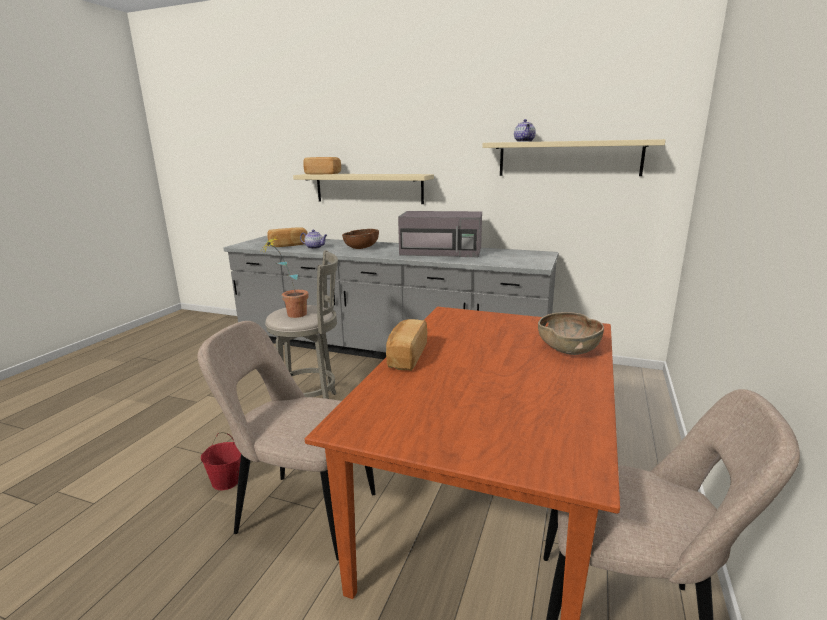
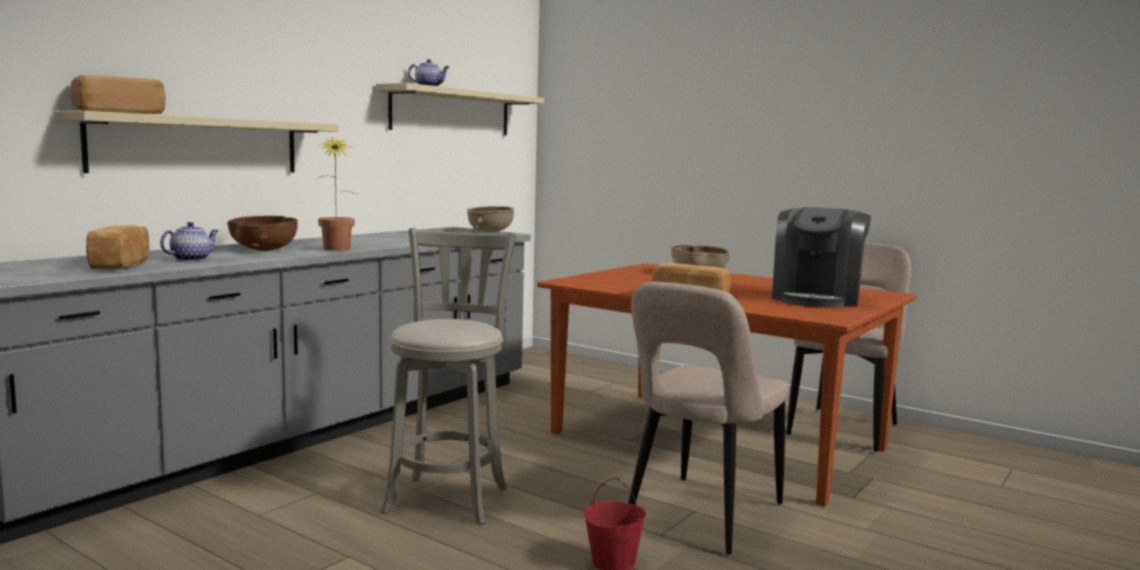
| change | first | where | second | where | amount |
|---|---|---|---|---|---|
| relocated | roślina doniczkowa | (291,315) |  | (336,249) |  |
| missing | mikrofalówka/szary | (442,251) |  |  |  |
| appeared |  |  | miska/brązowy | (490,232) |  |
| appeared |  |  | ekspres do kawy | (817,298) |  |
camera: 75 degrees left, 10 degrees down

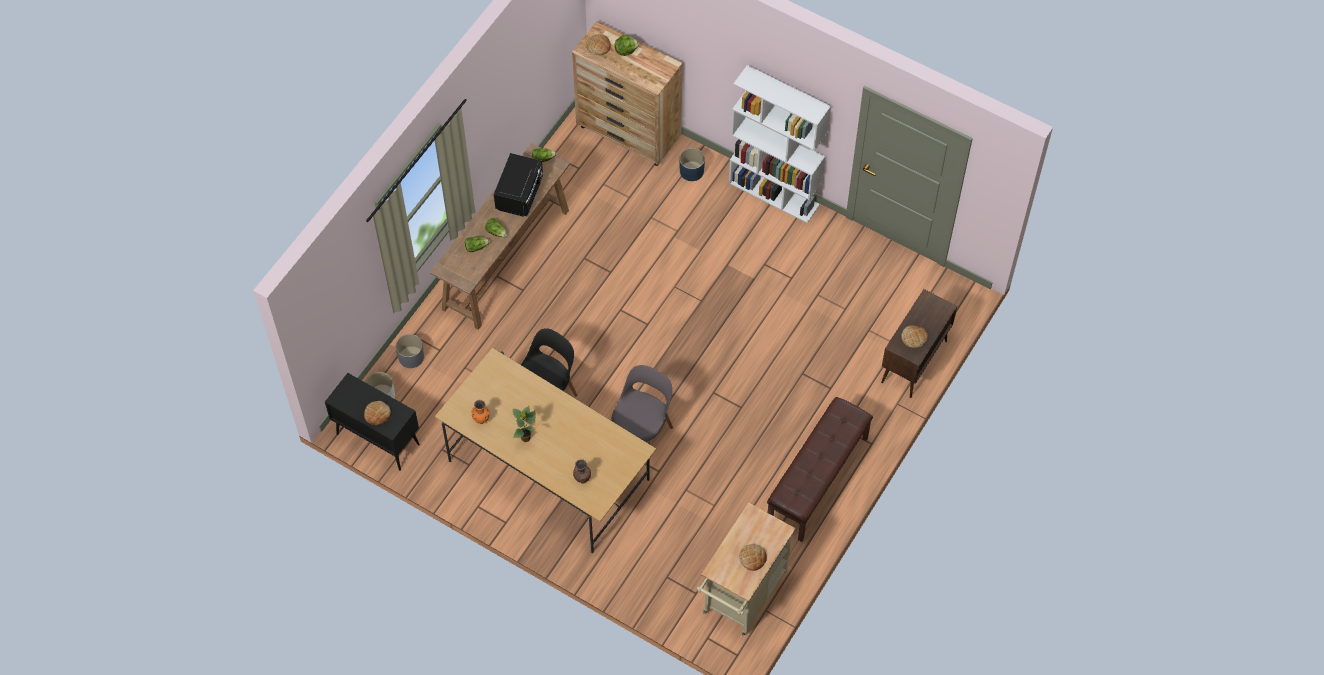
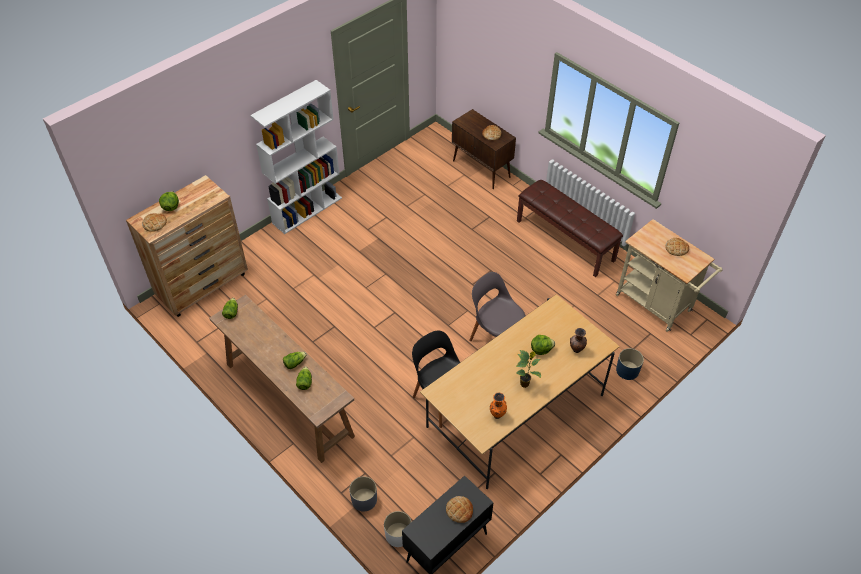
| change | first | where | second | where | amount |
|---|---|---|---|---|---|
| missing | mikrofalówka/czarny | (520,194) |  |  |  |
| relocated | donica/niebieski | (692,171) |  | (627,370) |  |
| appeared |  |  | sałata | (541,349) |  |
camera: 75 degrees left, 10 degrees down

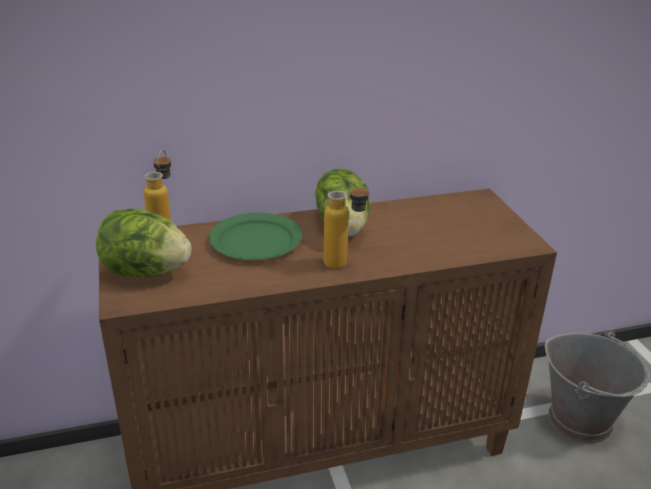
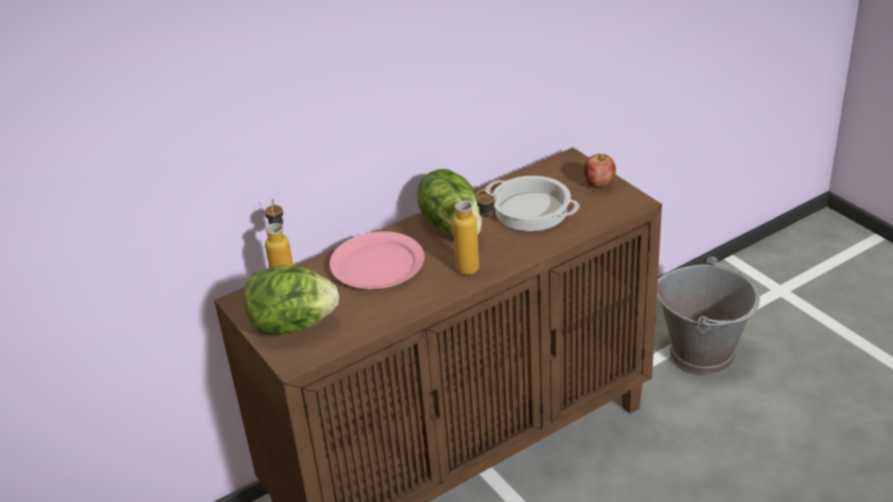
| change | first | where | second | where | amount |
|---|---|---|---|---|---|
| colour | talerz/zielony | (255,240) | talerz/różowy | (377,264) |  |
| appeared |  |  | garnek | (530,211) |  |
| appeared |  |  | jabłko | (599,184) |  |
camera: 15 degrees left, 5 degrees up

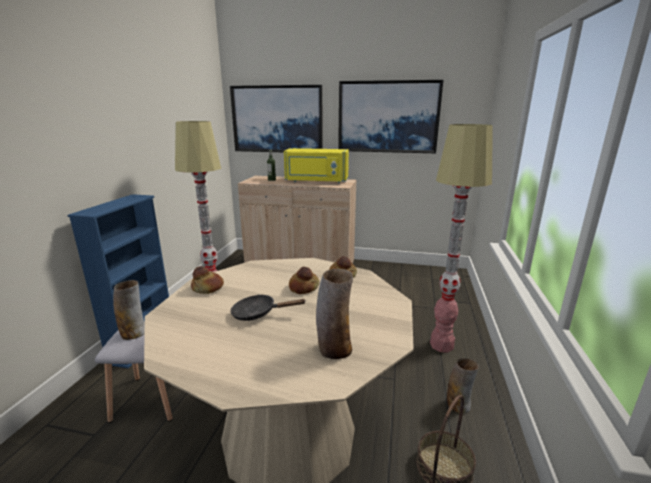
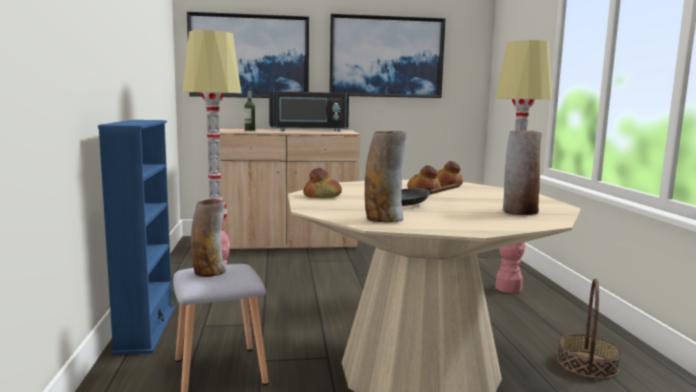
| change | first | where | second | where | amount |
|---|---|---|---|---|---|
| colour | mikrofalówka/żółty | (316,181) | mikrofalówka/czarny | (308,131) |  |
| relocated | wazon | (458,405) |  | (384,219) |  |
camera: 20 degrees left, 10 degrees down

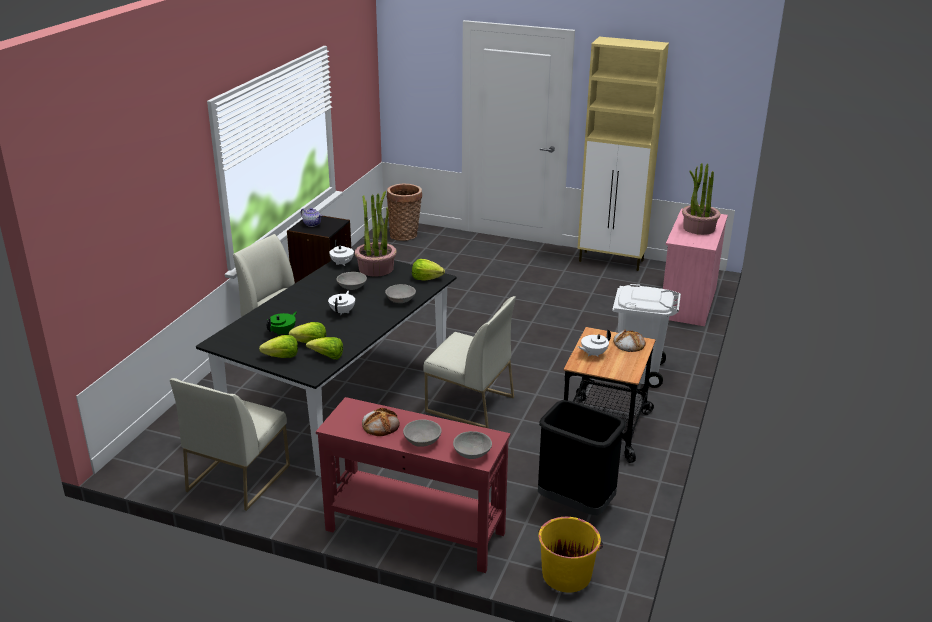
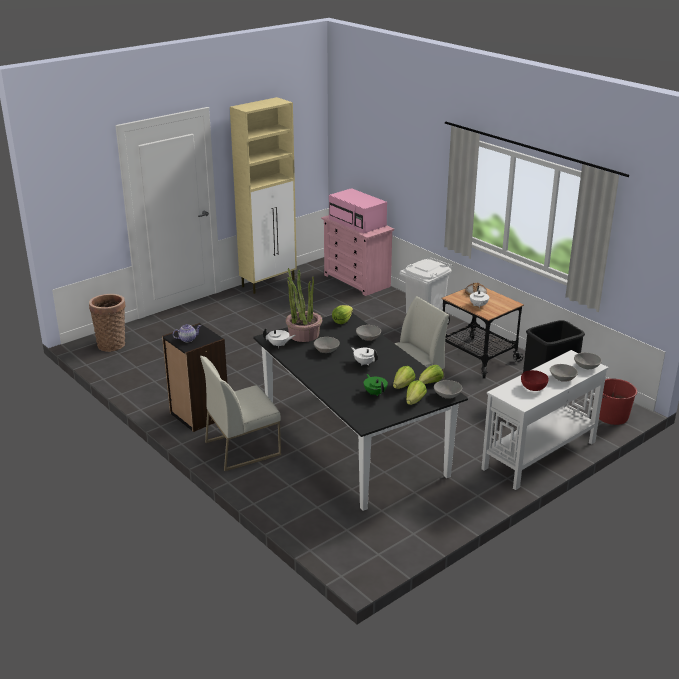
| change | first | where | second | where | amount |
|---|---|---|---|---|---|
| missing | krzesło/biały | (238,477) |  |  |  |
| colour | stolik konsolowy/czerwony | (414,531) | stolik konsolowy/biały | (538,455) |  |
| exchanged | chleb | (381,425) | miska/czerwony | (533,387) |  |
| colour | wiadro/żółty | (566,574) | wiadro/czerwony | (611,416) |  |
| exchanged | roślina doniczkowa | (698,228) | mikrofalówka/różowy | (358,222) |  |
| appeared |  |  | miska/szary | (447,395) |  |
camera: 60 degrees left, 0 degrees up

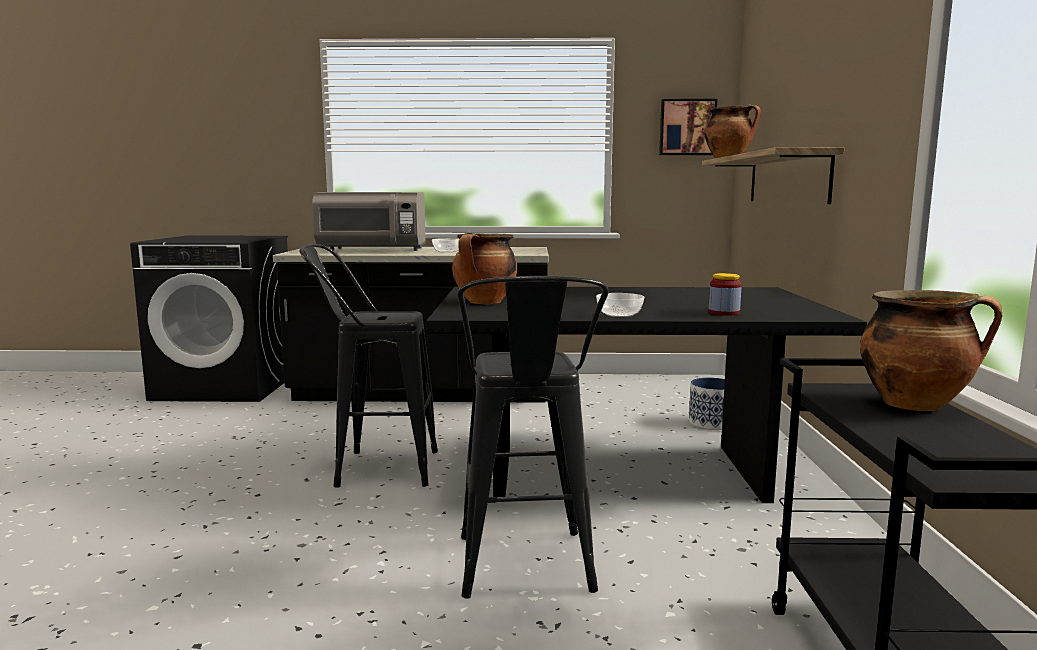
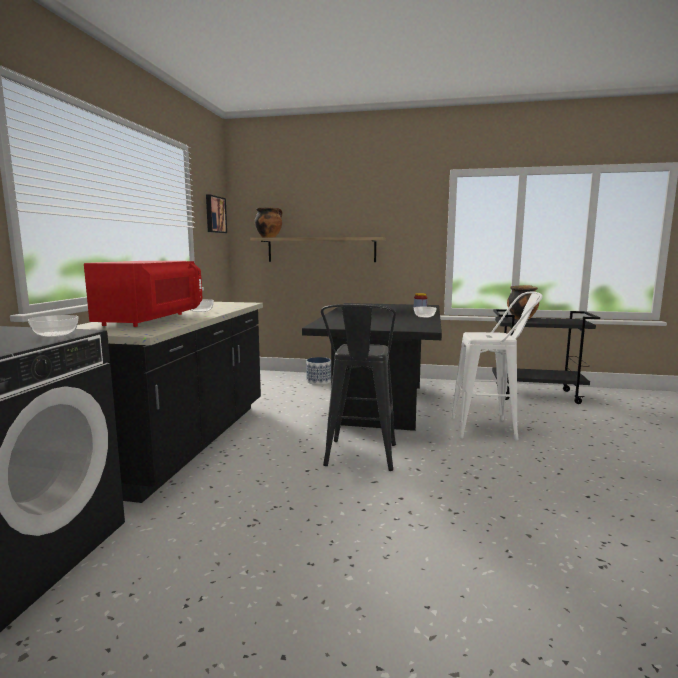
| change | first | where | second | where | amount |
|---|---|---|---|---|---|
| colour | mikrofalówka/szary | (372,250) | mikrofalówka/czerwony | (152,320) |  |
| missing | garnek | (484,303) |  |  |  |
| colour | stołek/czarny | (525,573) | stołek/biały | (491,429) |  |
| appeared |  |  | miska | (55,334) |  |
camera: 80 degrees left, 0 degrees up

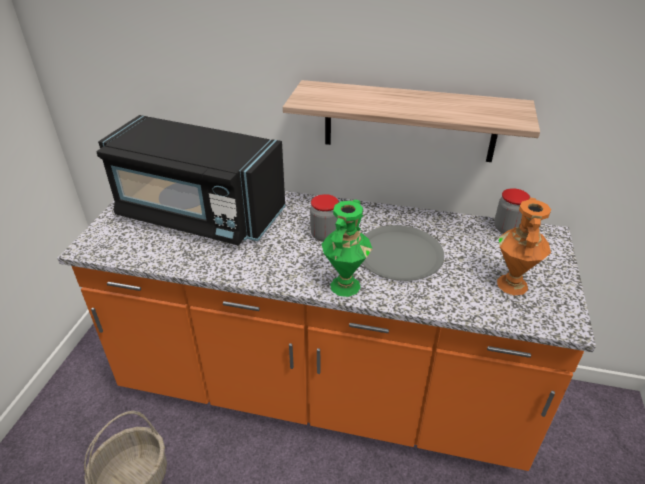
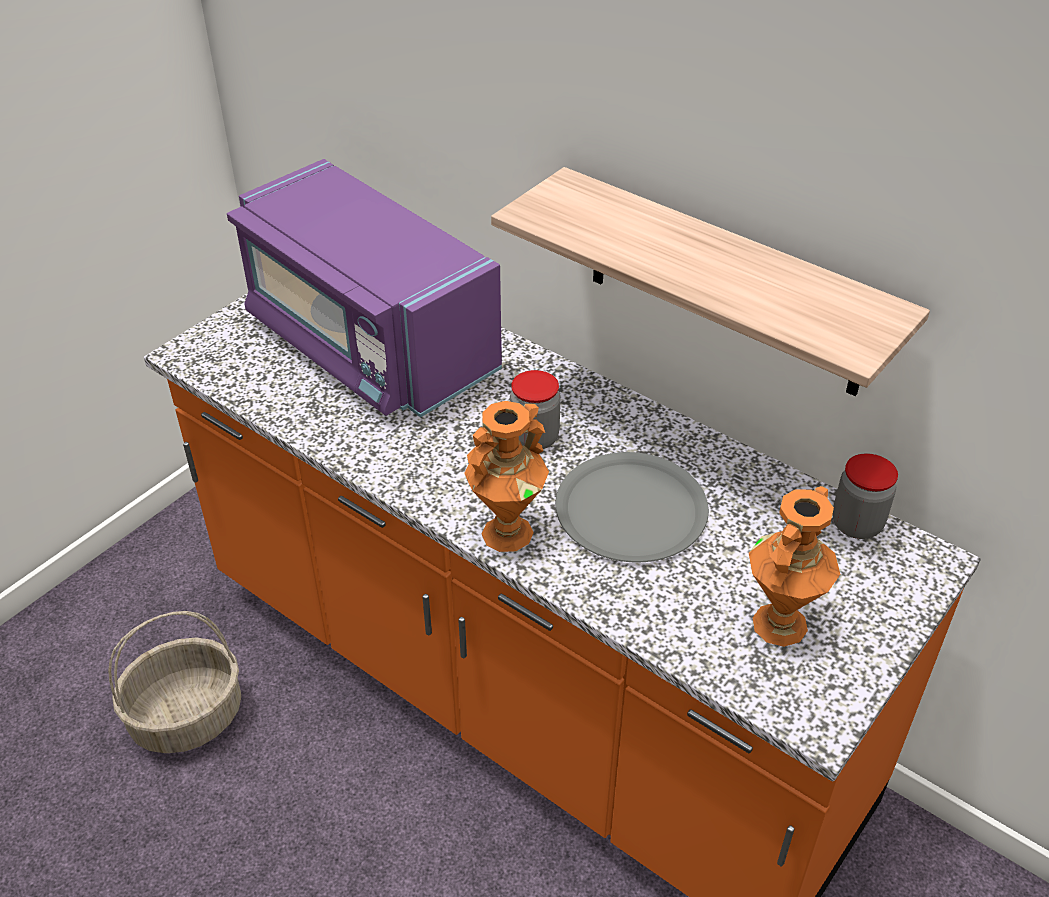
| change | first | where | second | where | amount |
|---|---|---|---|---|---|
| colour | mikrofalówka/czarny | (199,214) | mikrofalówka/fioletowy | (368,343) |  |
| colour | wazon/zielony | (344,285) | wazon/pomarańczowy | (507,532) |  |
camera: 25 degrees right, 5 degrees up

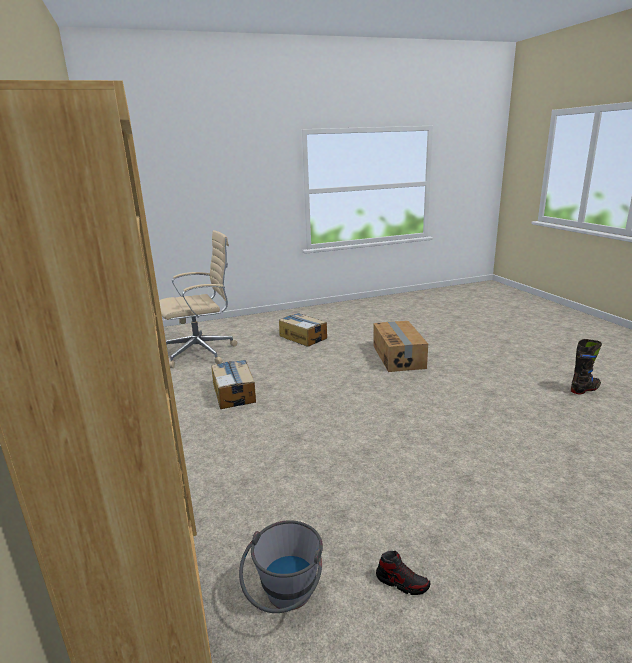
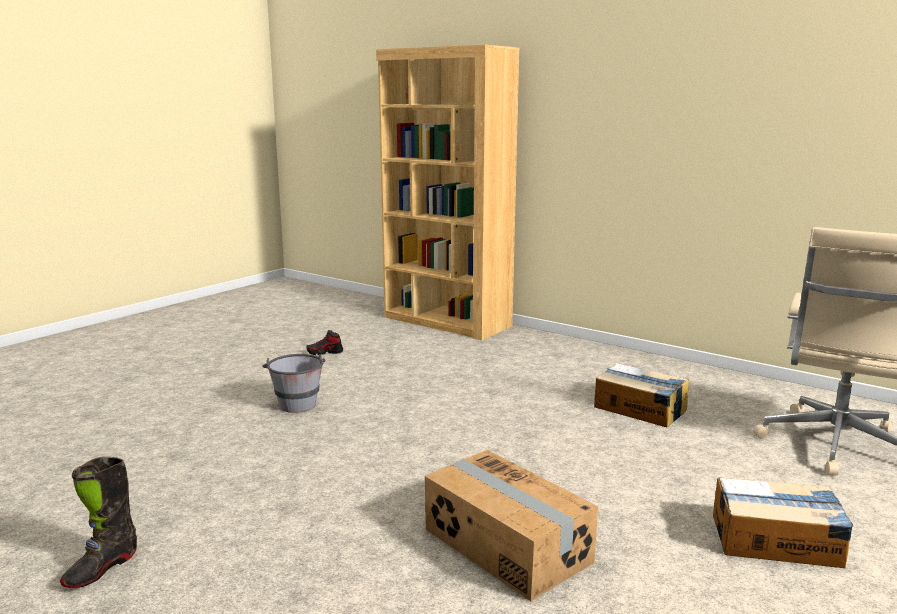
| change | first | where | second | where | amount |
|---|---|---|---|---|---|
| relocated | wiadro/szary | (286,599) |  | (297,402) |  |
camera: 145 degrees right, 5 degrees down

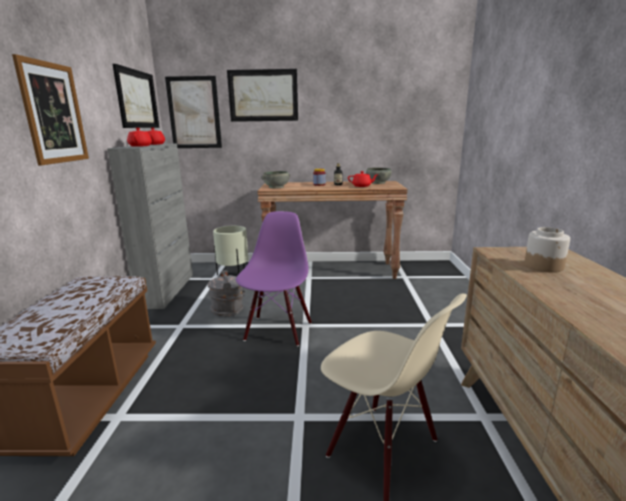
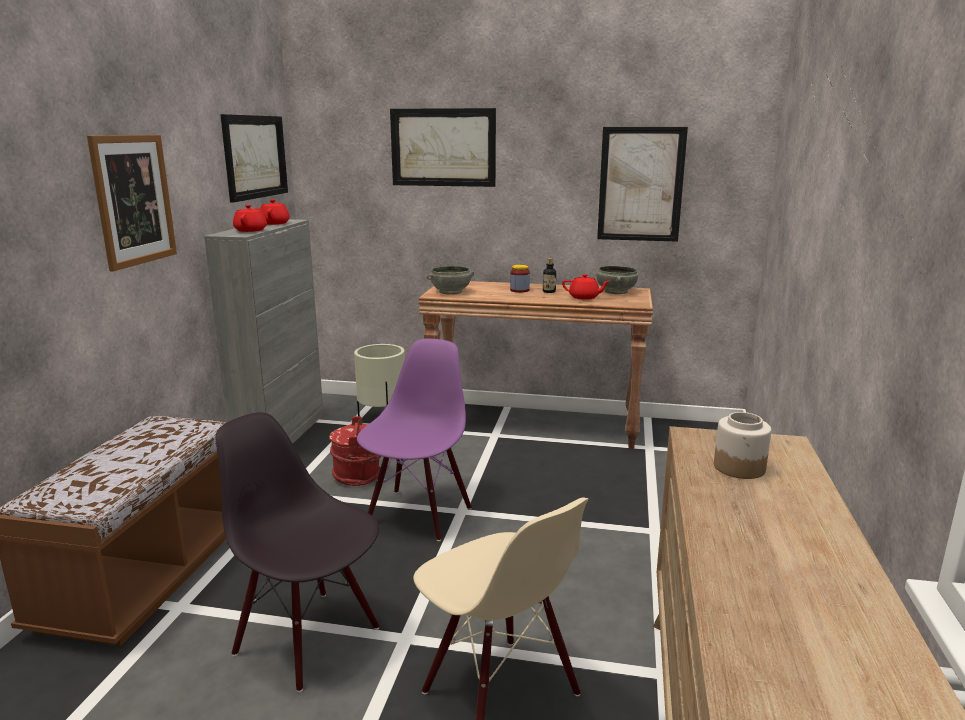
| change | first | where | second | where | amount |
|---|---|---|---|---|---|
| relocated | obraz | (194,113) |  | (640,184) |  |
| colour | wiadro/szary | (228,310) | wiadro/czerwony | (358,476) |  |
| appeared |  |  | krzesło/czarny | (309,639) |  |
camera: 10 degrees right, 0 degrees up

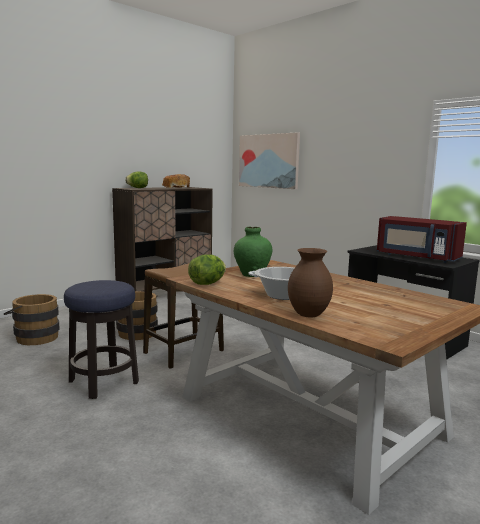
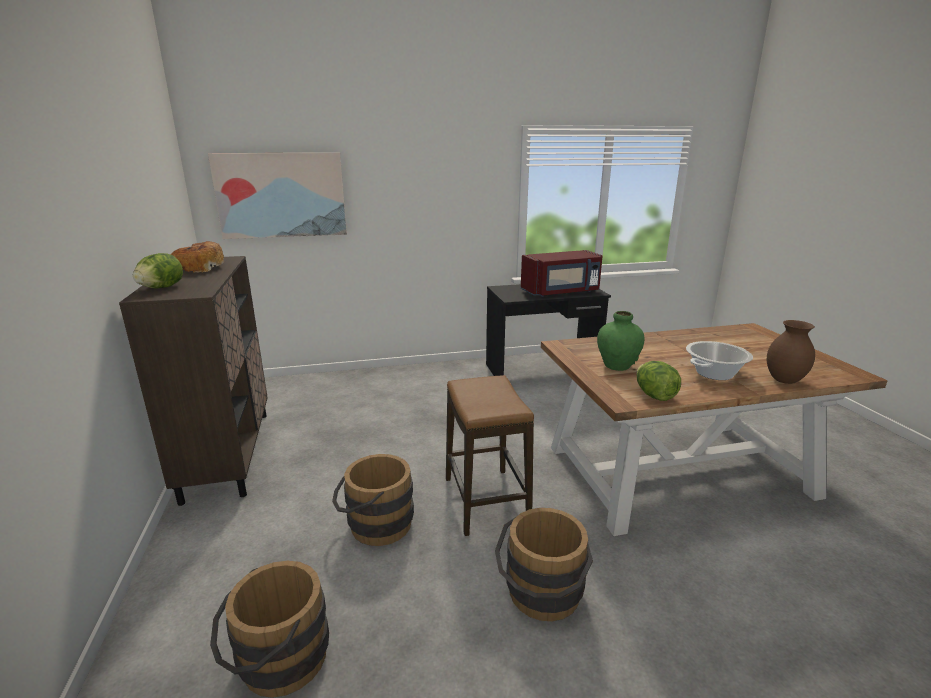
| change | first | where | second | where | amount |
|---|---|---|---|---|---|
| exchanged | stołek | (103,382) | wiadro/brązowy | (541,597) |  |
camera: 60 degrees left, 10 degrees up

